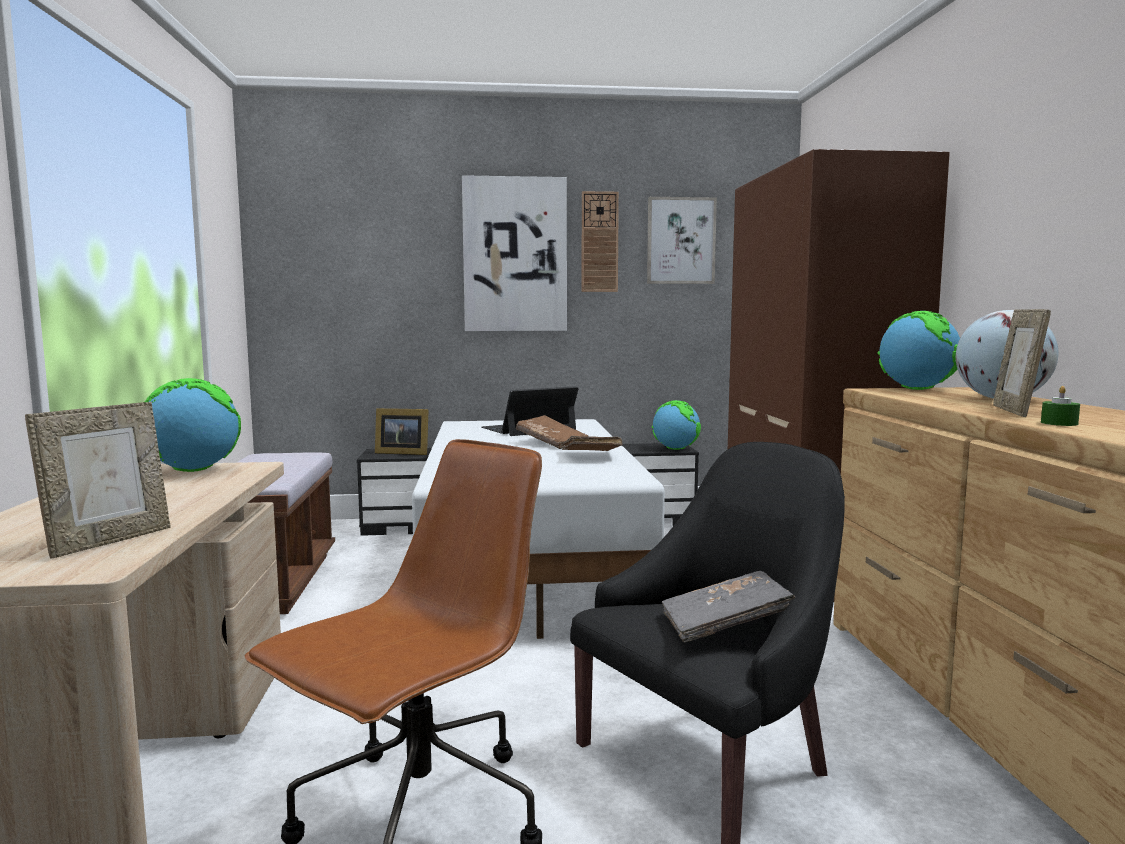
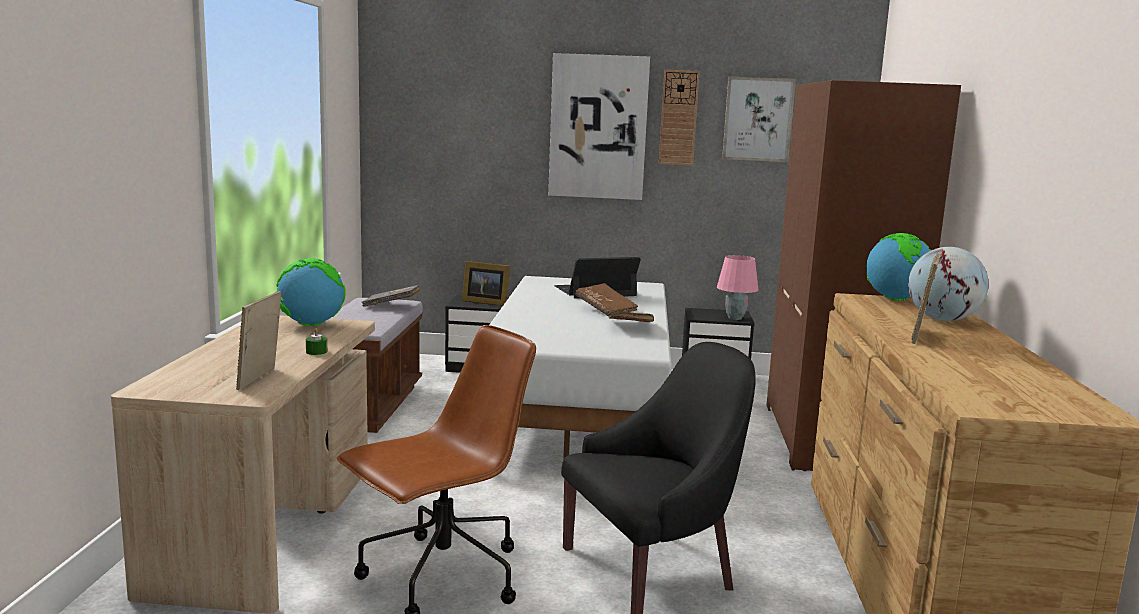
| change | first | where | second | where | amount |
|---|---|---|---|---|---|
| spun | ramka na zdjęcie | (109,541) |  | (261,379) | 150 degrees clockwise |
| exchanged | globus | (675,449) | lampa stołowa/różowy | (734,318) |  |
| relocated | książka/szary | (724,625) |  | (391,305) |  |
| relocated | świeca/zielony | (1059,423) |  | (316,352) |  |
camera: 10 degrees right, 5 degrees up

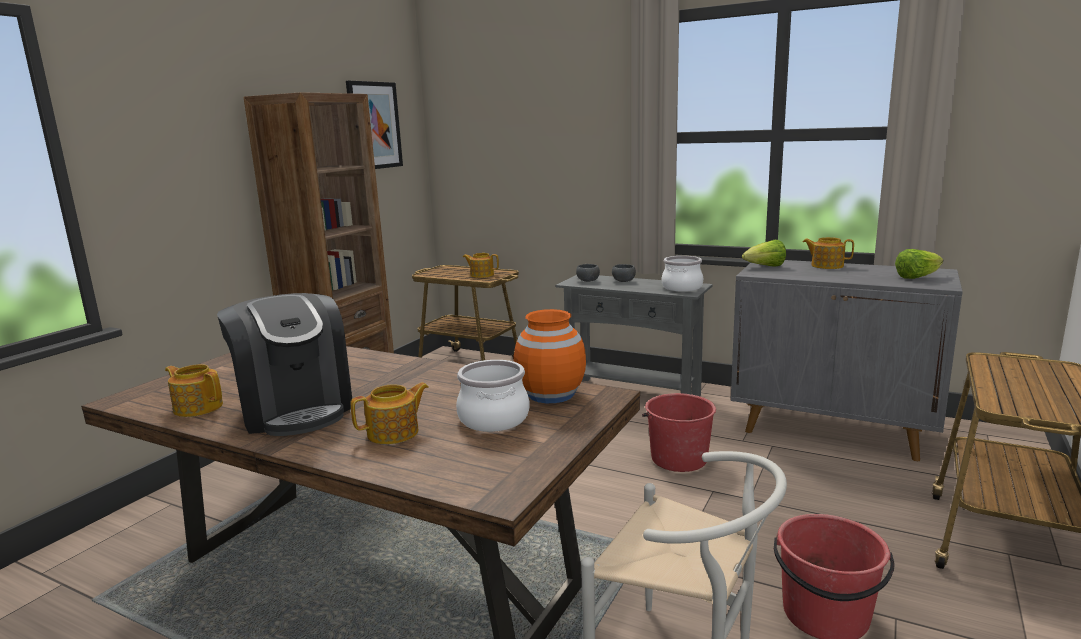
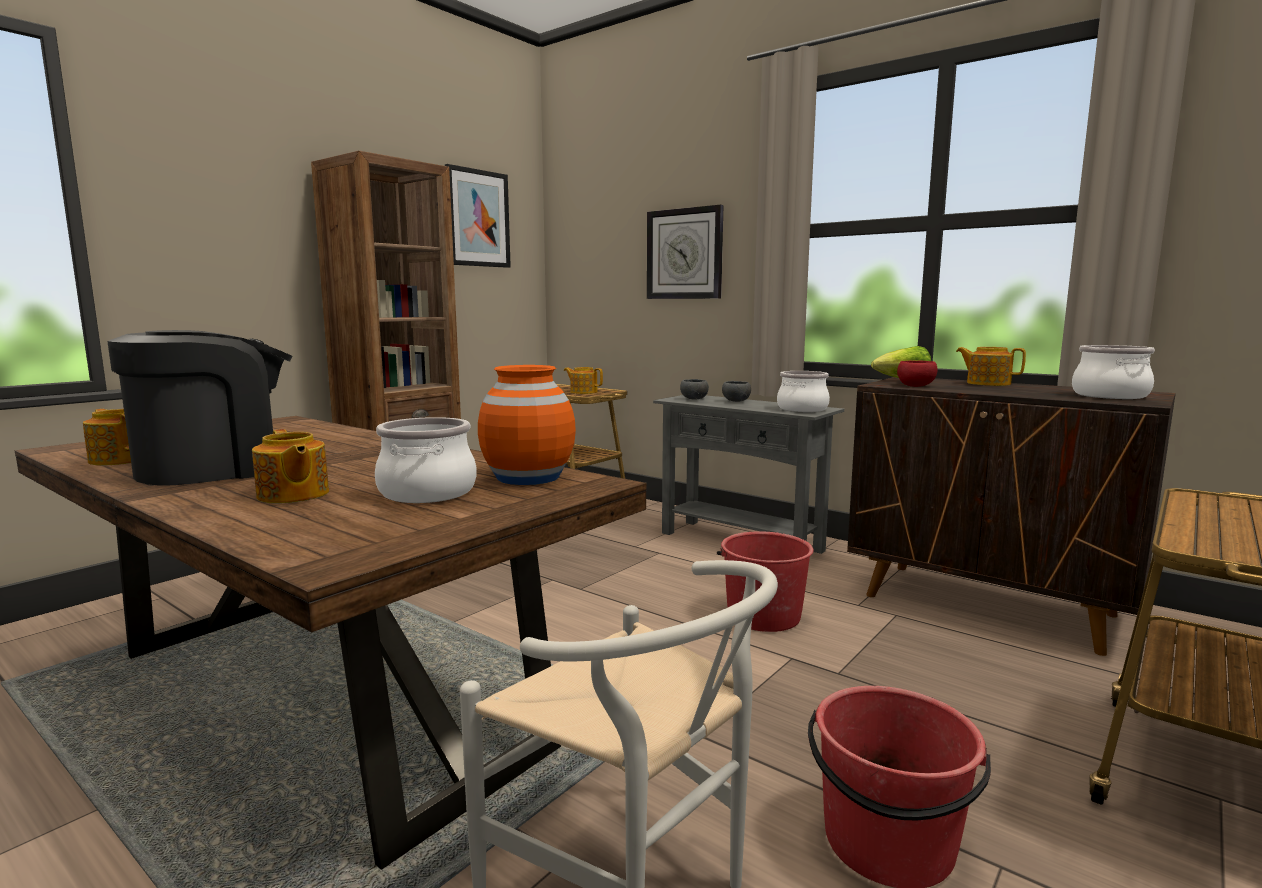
| change | first | where | second | where | amount |
|---|---|---|---|---|---|
| spun | ekspres do kawy | (295,409) |  | (217,468) | 105 degrees counterclockwise |
| spun | imbryk | (394,433) |  | (292,495) | 75 degrees clockwise |
| colour | szafka/szary | (833,430) | szafka/brązowy | (989,605) |  |
| exchanged | sałata | (917,277) | garnek | (1109,395) |  |
| appeared |  |  | zegar ścienny | (684,254) |  |
| appeared |  |  | miska/czerwony | (916,386) |  |
camera: 10 degrees right, 5 degrees down

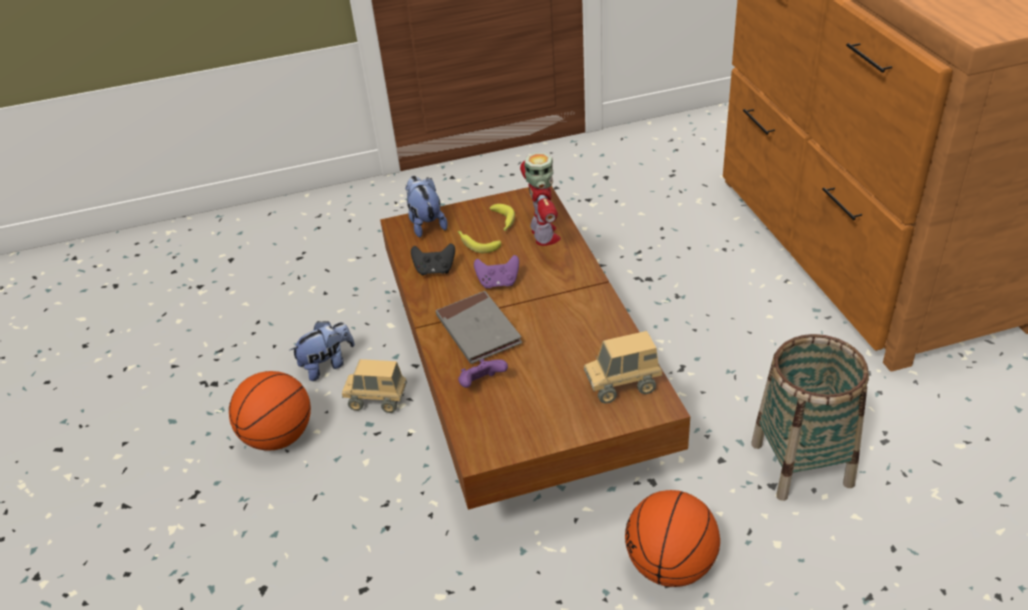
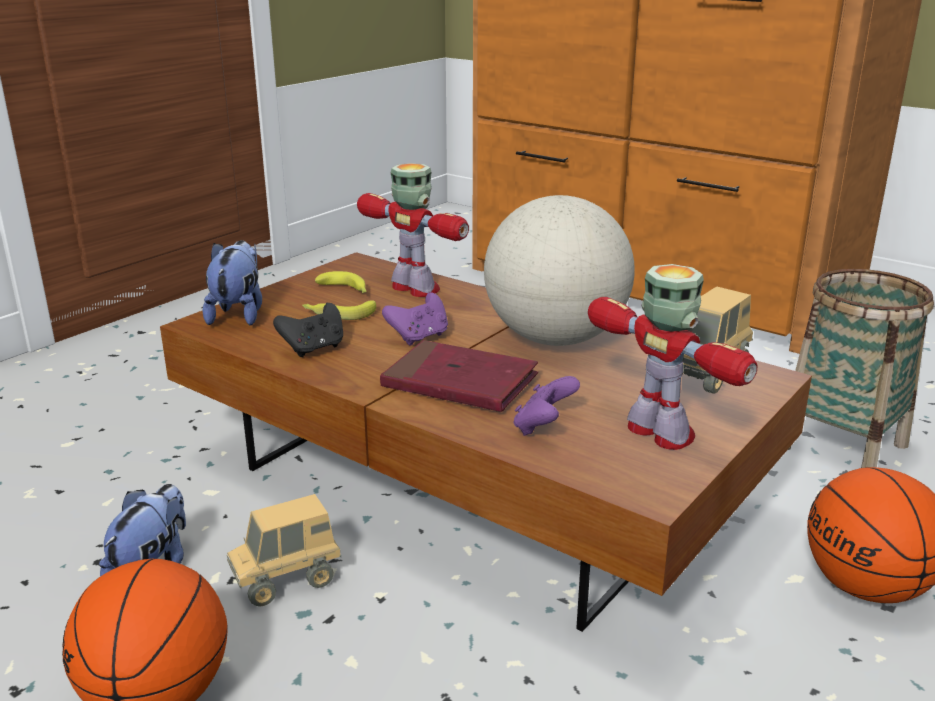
| change | first | where | second | where | amount |
|---|---|---|---|---|---|
| spun | pluszak | (425,223) |  | (238,314) | 60 degrees clockwise |
| colour | książka/szary | (478,331) | książka/czerwony | (459,383) |  |
| appeared |  |  | globus | (555,339) |  |
| appeared |  |  | robot zabawkowy | (661,434) |  |
camera: 40 degrees left, 15 degrees down

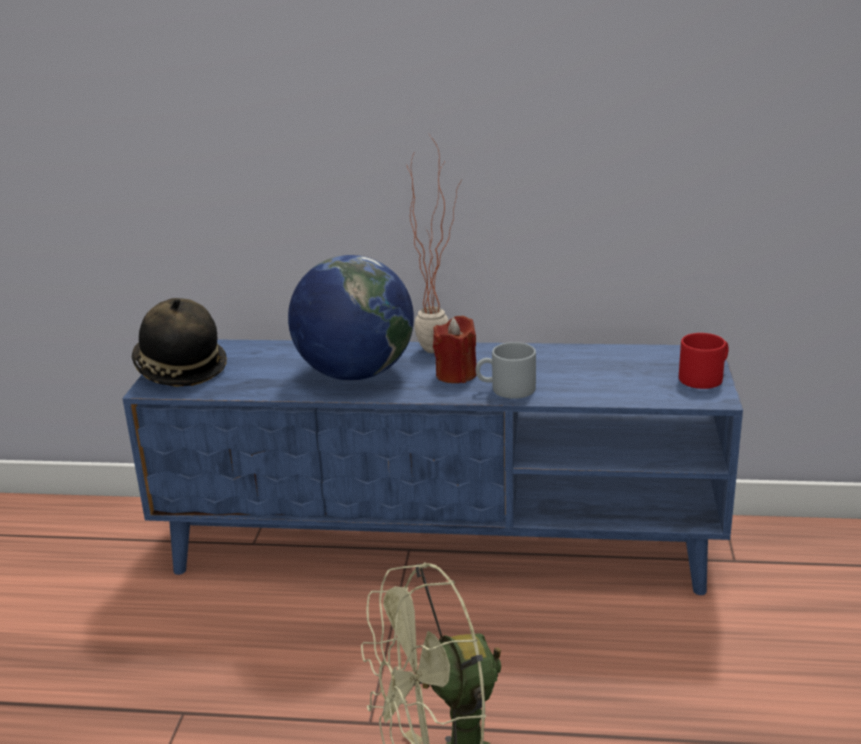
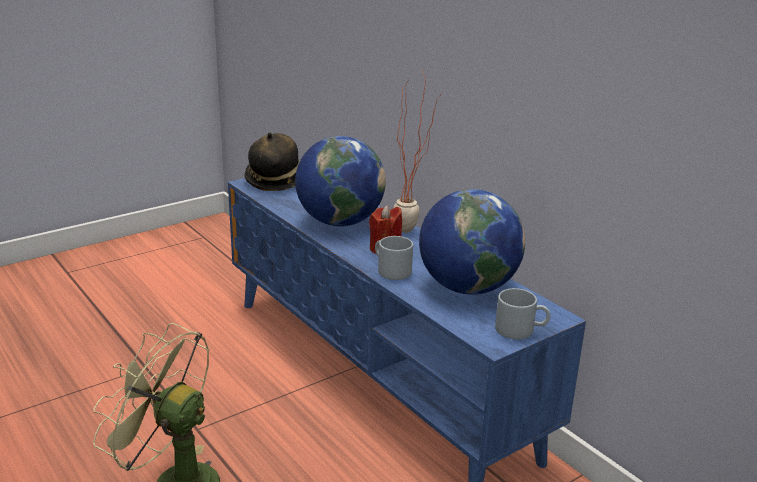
| change | first | where | second | where | amount |
|---|---|---|---|---|---|
| colour | kubek/czerwony | (705,376) | kubek/szary | (521,330) |  |
| appeared |  |  | globus | (467,287) |  |
camera: 45 degrees right, 0 degrees up

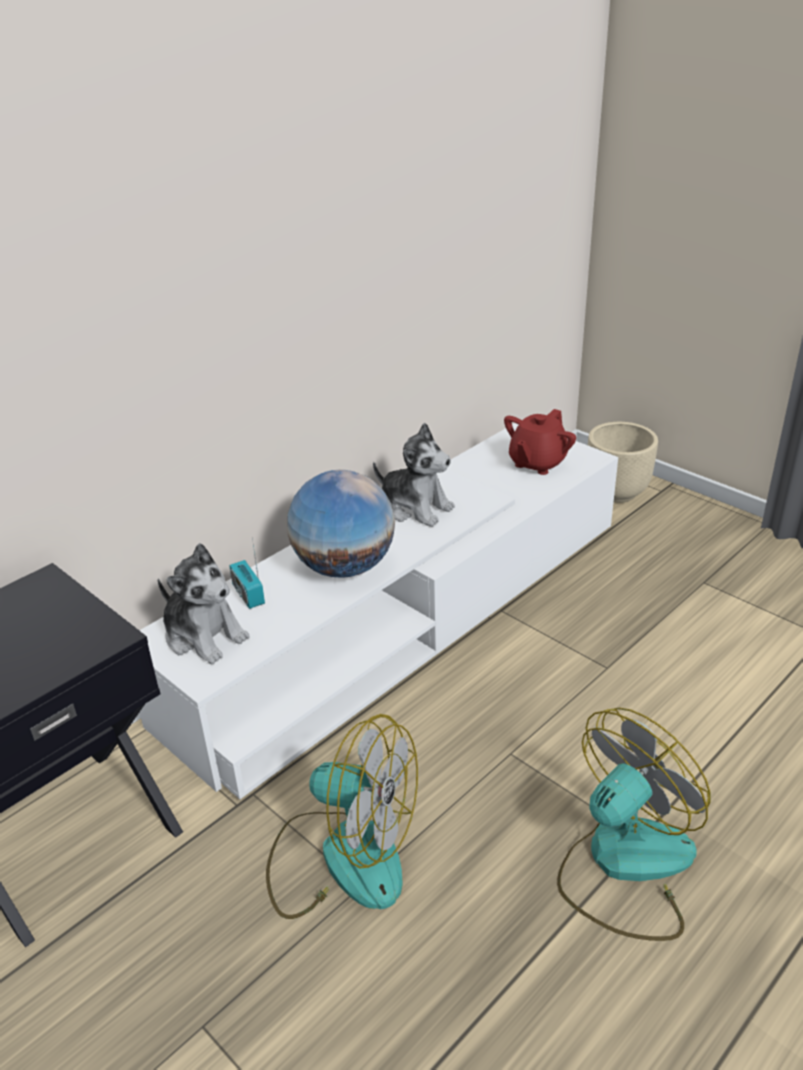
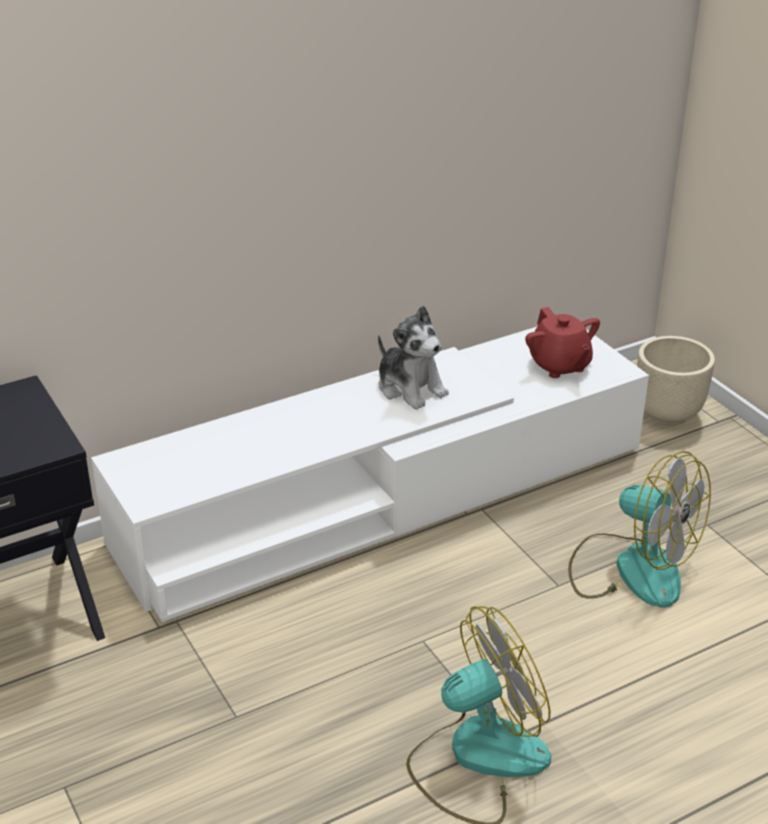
| change | first | where | second | where | amount |
|---|---|---|---|---|---|
| missing | pluszak | (204,635) |  |  |  |
| missing | radio | (248,594) |  |  |  |
| relocated | wentylator | (342,857) |  | (632,568) |  |
| missing | globus | (344,567) |  |  |  |
| spun | imbryk/czerwony | (537,463) |  | (559,365) | 75 degrees counterclockwise |
camera: 15 degrees right, 0 degrees up

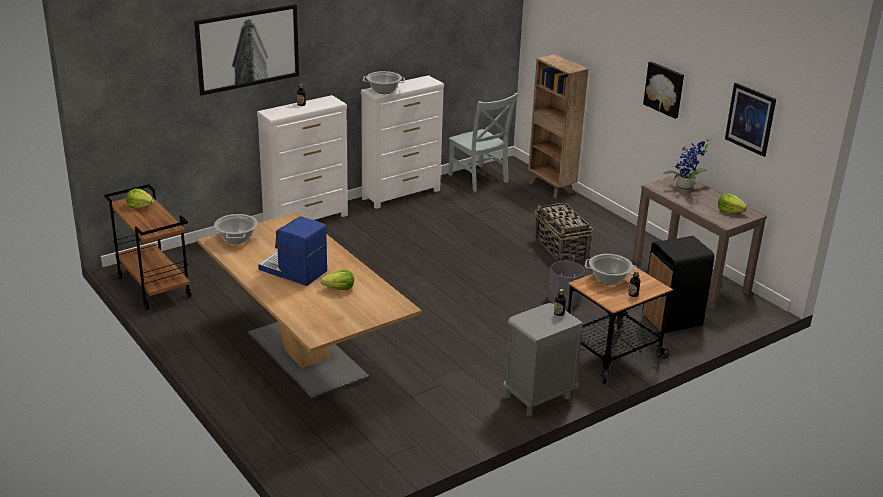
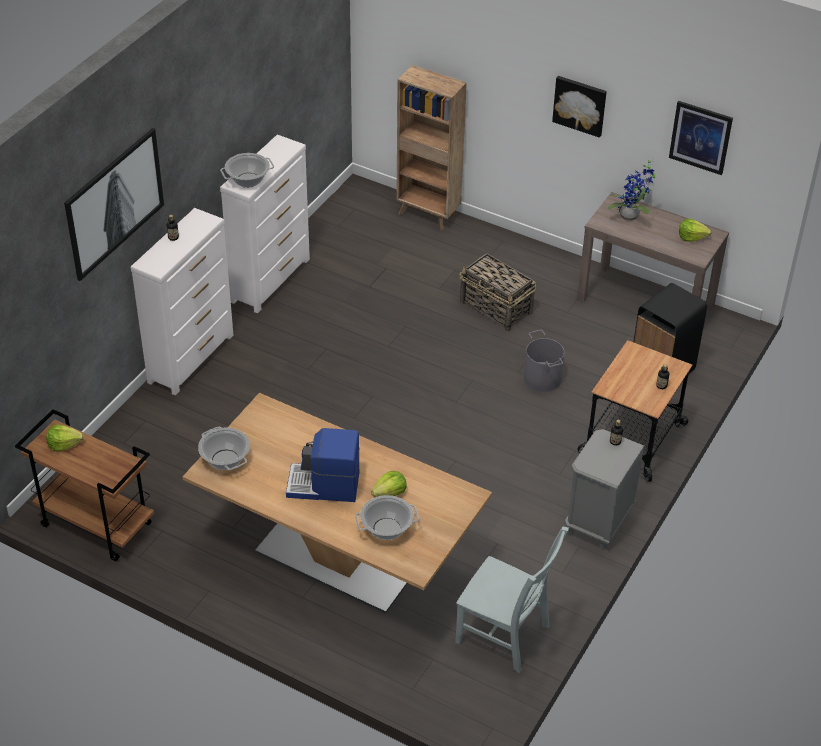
| change | first | where | second | where | amount |
|---|---|---|---|---|---|
| relocated | krzesło/szary | (479,179) |  | (506,636) |  |
| relocated | garnek | (608,279) |  | (386,529) |  |
camera: 25 degrees left, 15 degrees up

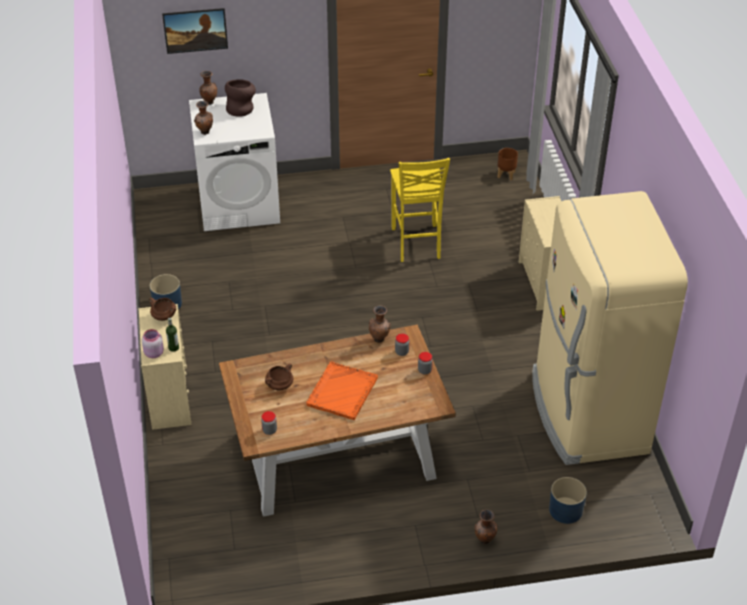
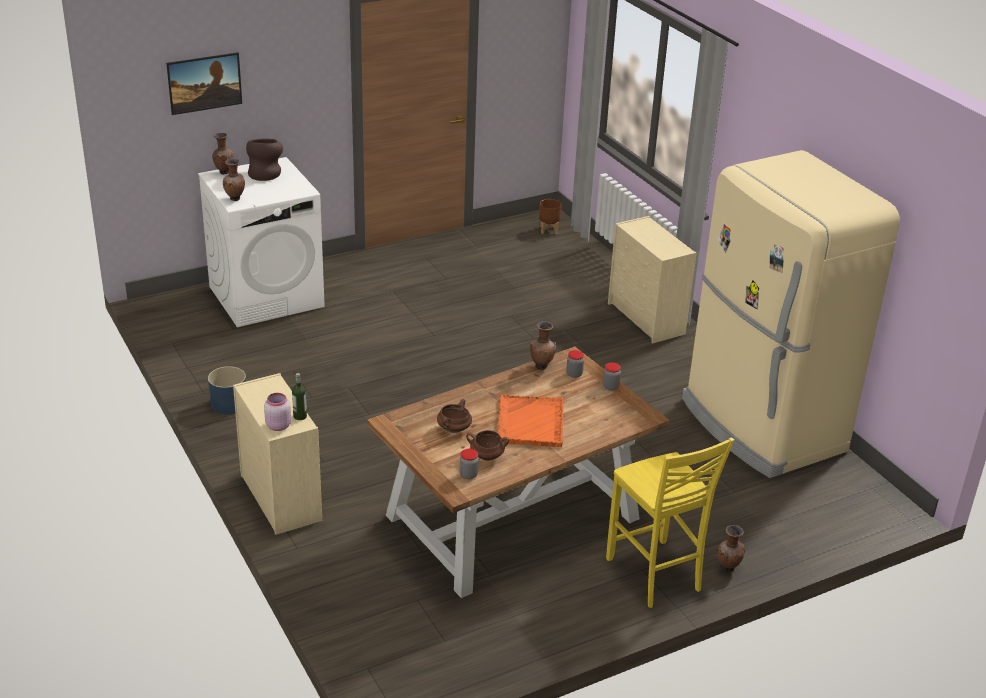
| change | first | where | second | where | amount |
|---|---|---|---|---|---|
| relocated | garnek/brązowy | (163,317) |  | (486,457) |  |
| relocated | krzesło/żółty | (416,244) |  | (655,575) |  |
| missing | donica/niebieski | (565,510) |  |  |  |
camera: 20 degrees left, 10 degrees down

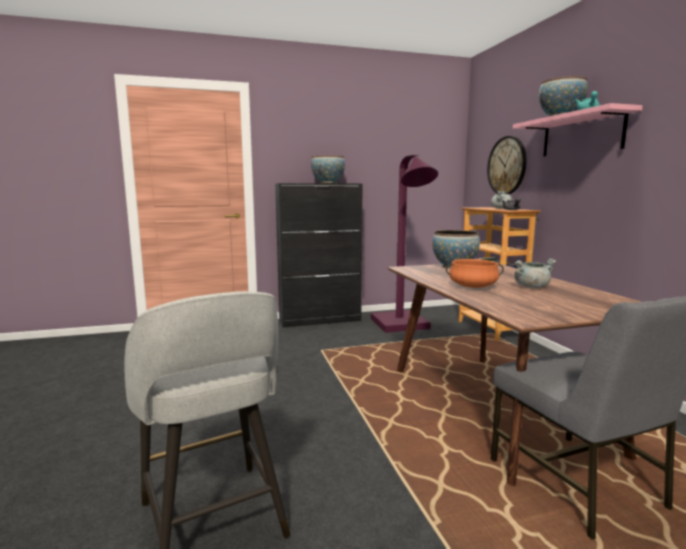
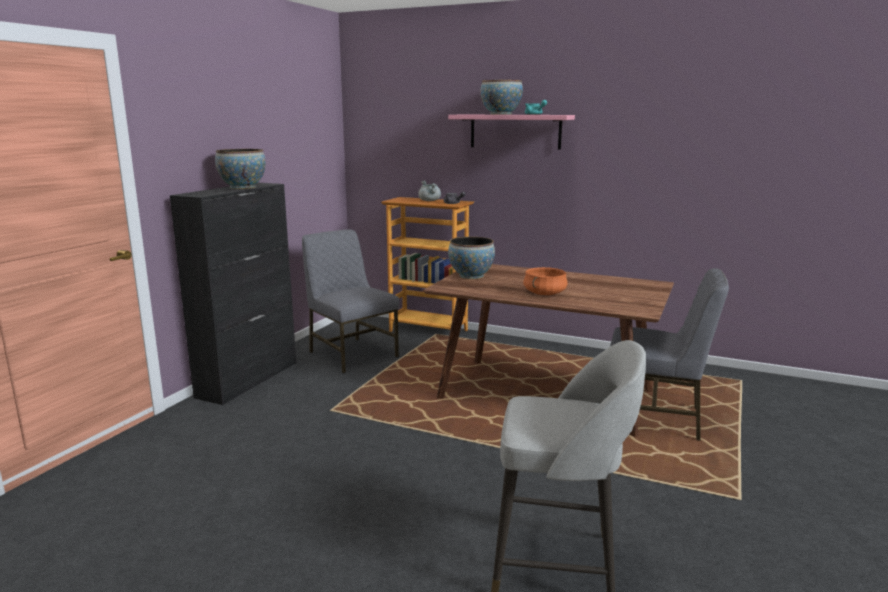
| change | first | where | second | where | amount |
|---|---|---|---|---|---|
| exchanged | lampa stojąca/fioletowy | (402,326) | krzesło/szary | (351,354) |  |
| missing | zegar ścienny | (507,166) |  |  |  |
| missing | garnek/szary | (531,287) |  |  |  |
camera: 50 degrees left, 5 degrees up

